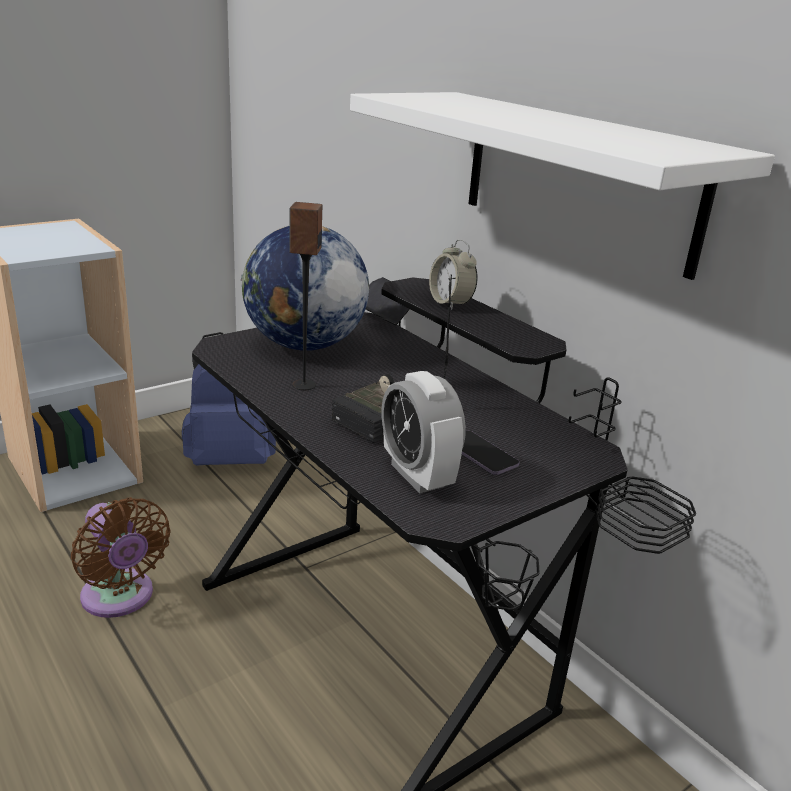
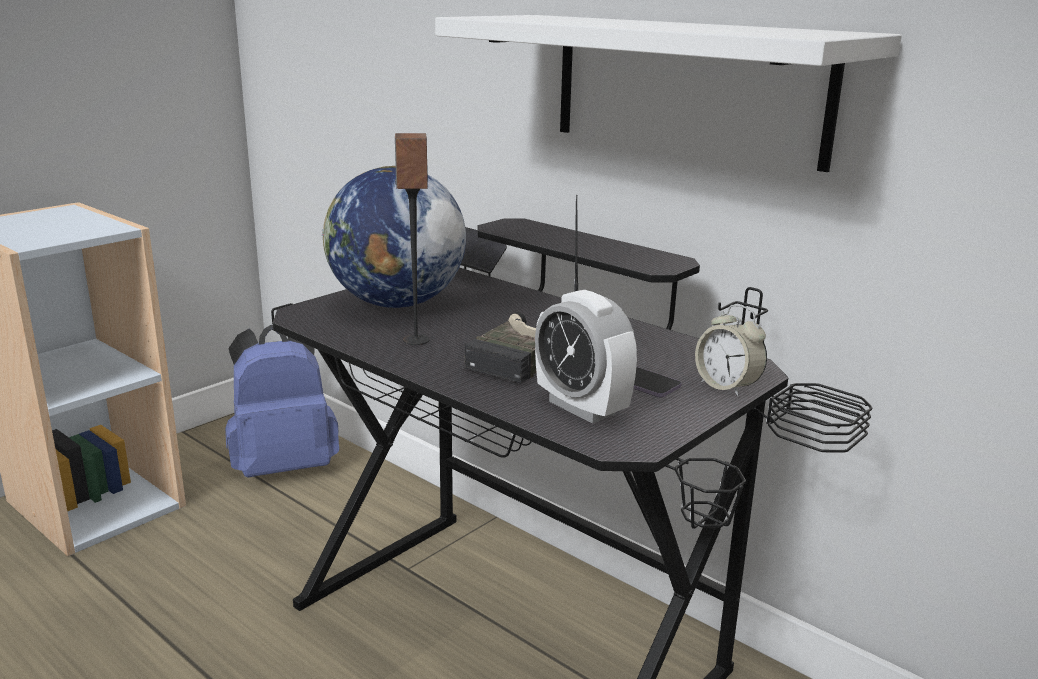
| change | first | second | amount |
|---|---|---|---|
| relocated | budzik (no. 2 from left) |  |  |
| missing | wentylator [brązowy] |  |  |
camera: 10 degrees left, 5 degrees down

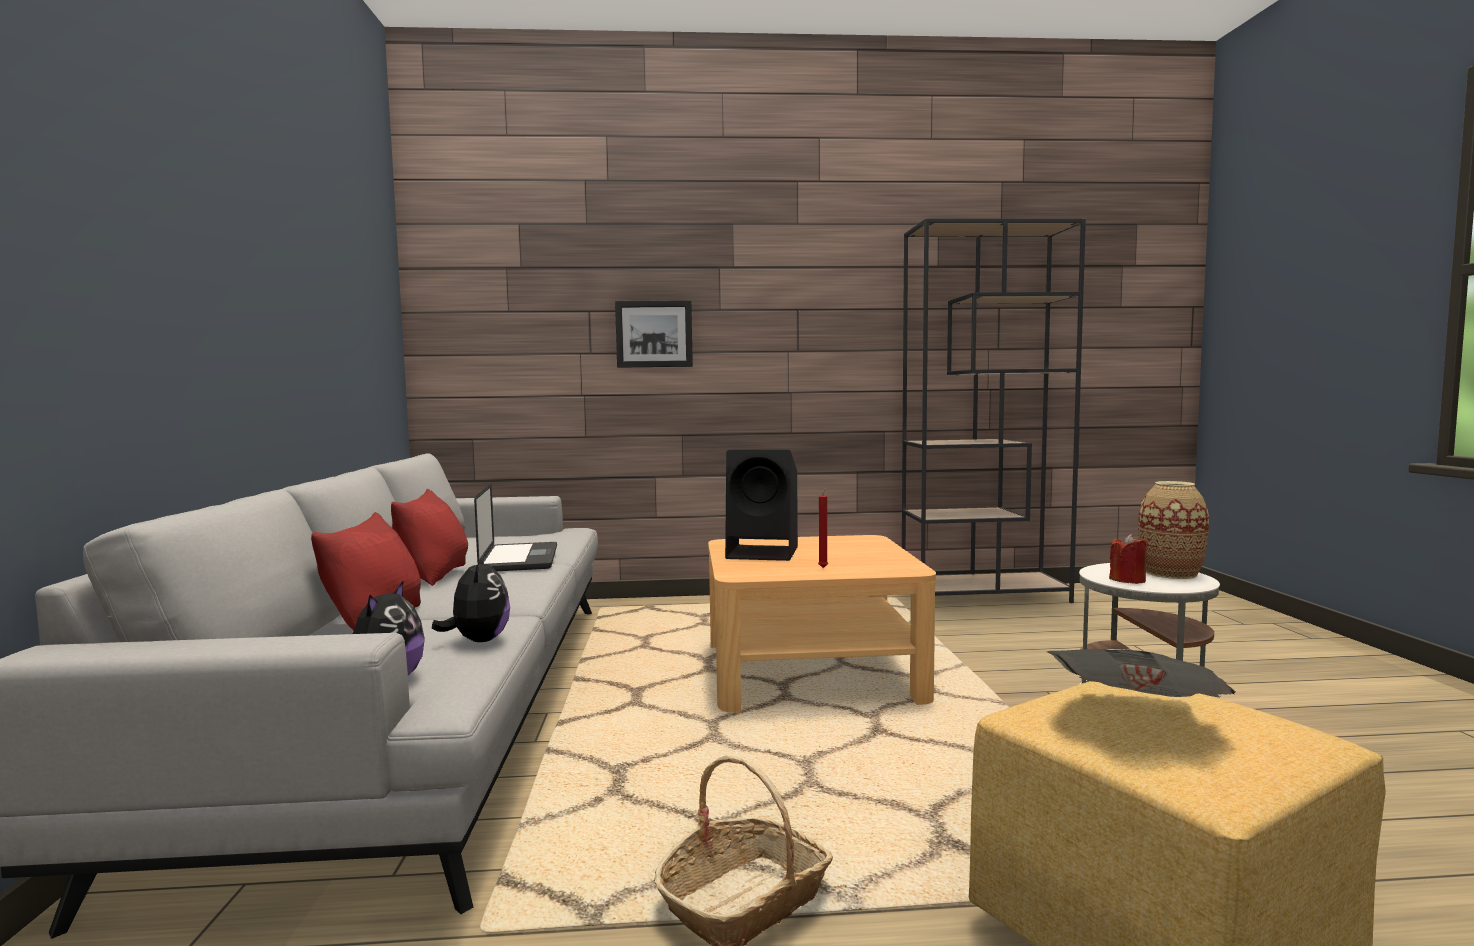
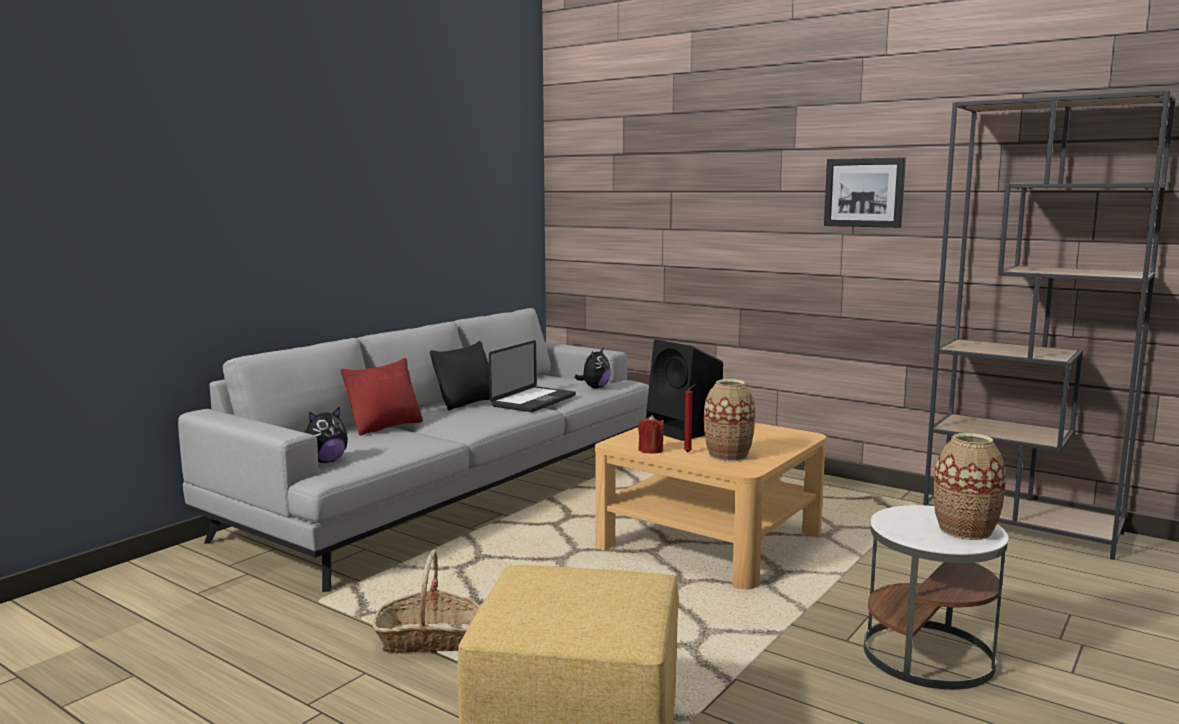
| change | first | second | amount |
|---|---|---|---|
| relocated | obraz |  |  |
| colour | poduszka [czerwony] (no. 2 from left) | poduszka [czarny] |  |
| relocated | świeca [czerwony] (no. 2 from left in the first image) | świeca [czerwony] (no. 1 from left) |  |
| relocated | pluszak (no. 2 from left) |  |  |
| missing | gazeta |  |  |
| appeared |  | wazon (no. 1 from left) |  |
camera: 40 degrees right, 5 degrees up

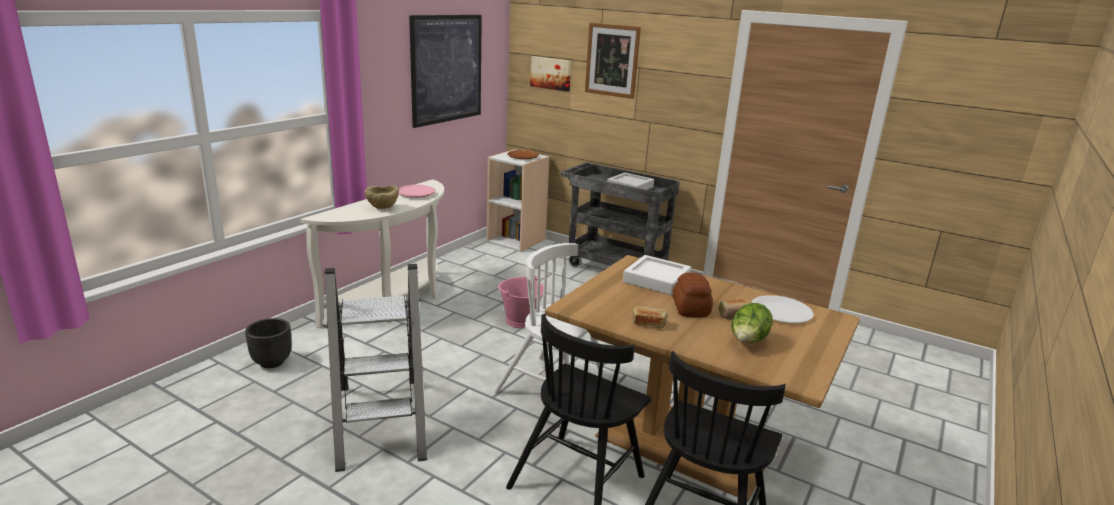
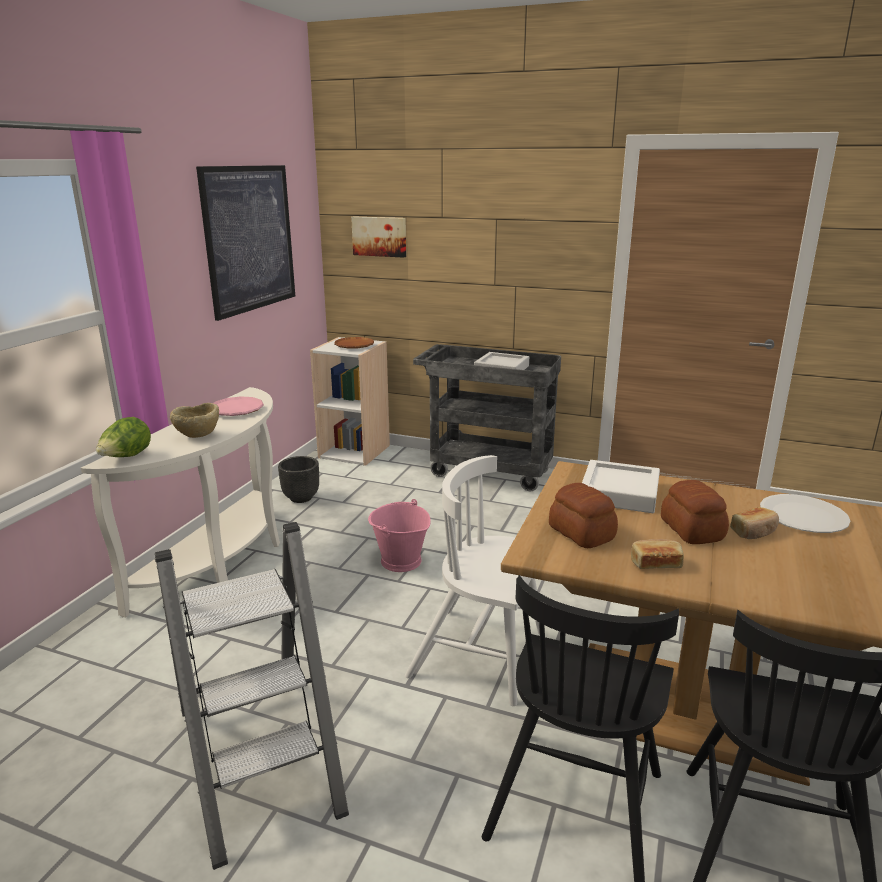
| change | first | second | amount |
|---|---|---|---|
| missing | obraz (no. 3 from left) |  |  |
| relocated | sałata |  |  |
| relocated | donica [czarny] |  |  |
| appeared |  | chleb (no. 1 from left) |  |
camera: 10 degrees left, 0 degrees up

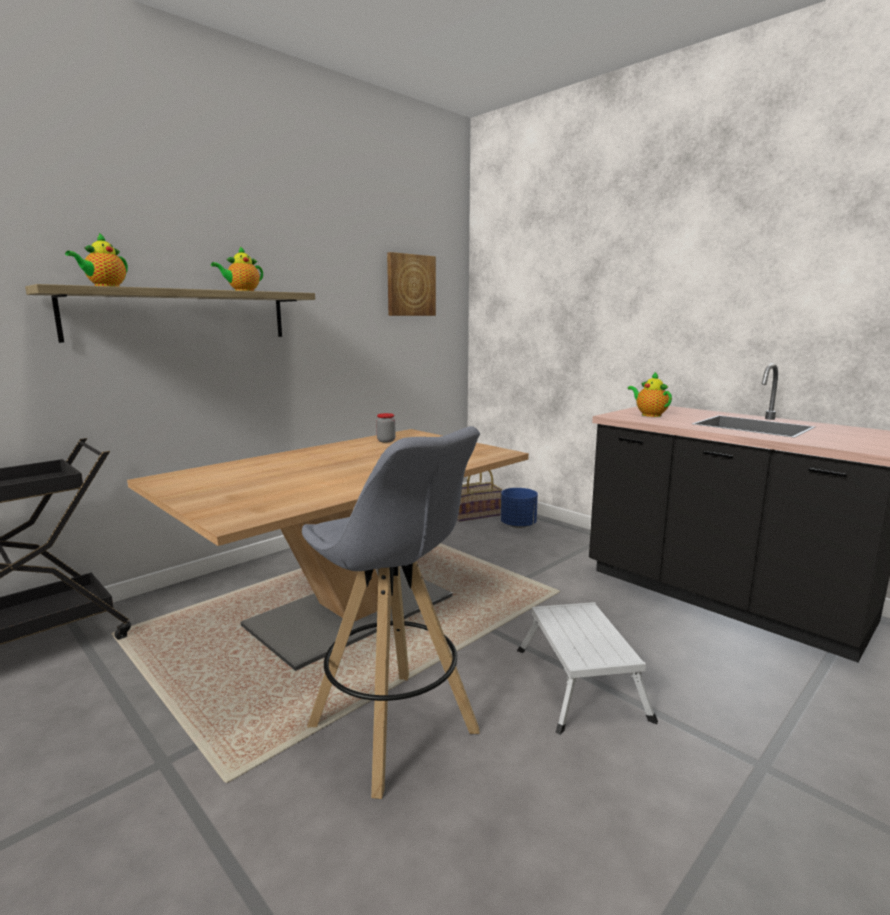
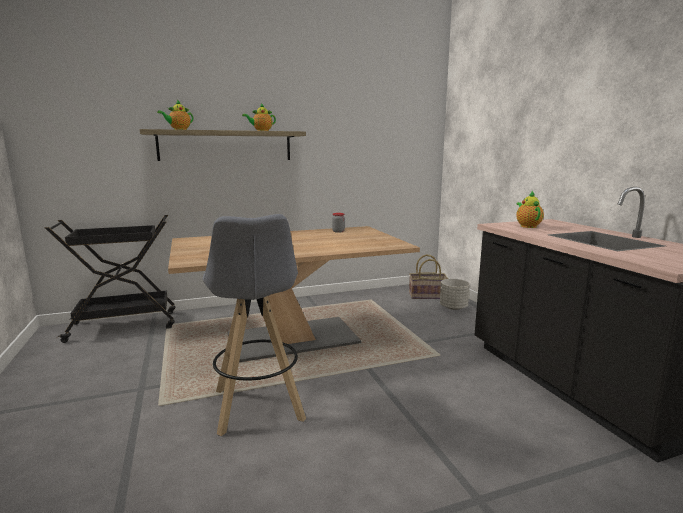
| change | first | second | amount |
|---|---|---|---|
| missing | obraz |  |  |
| colour | donica [niebieski] | donica [szary] |  |
| missing | drabinka [biały] |  |  |
camera: 25 degrees right, 0 degrees up

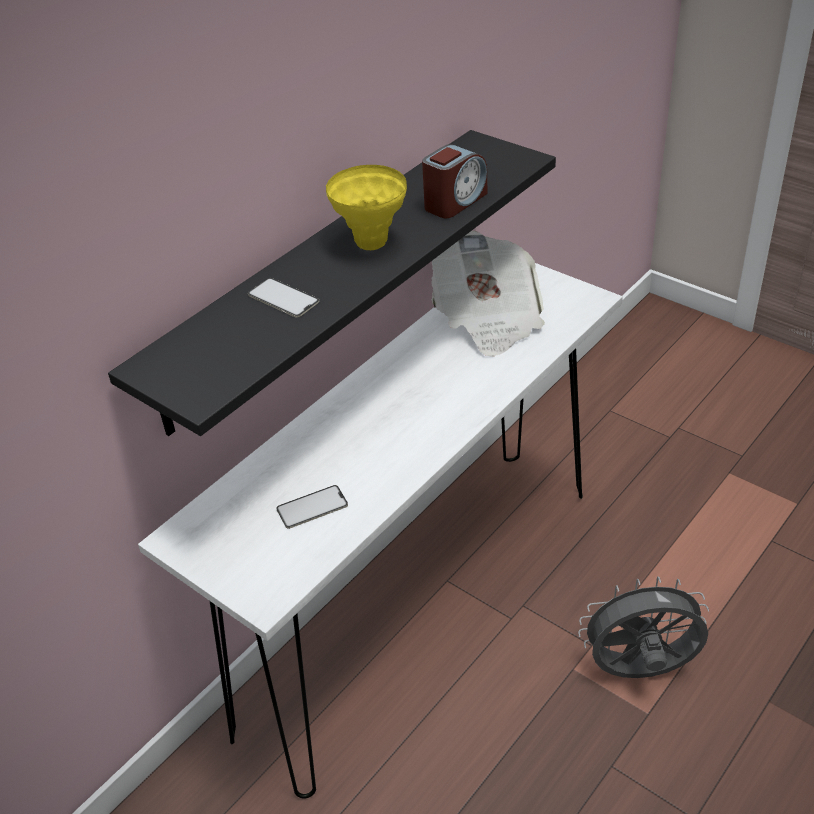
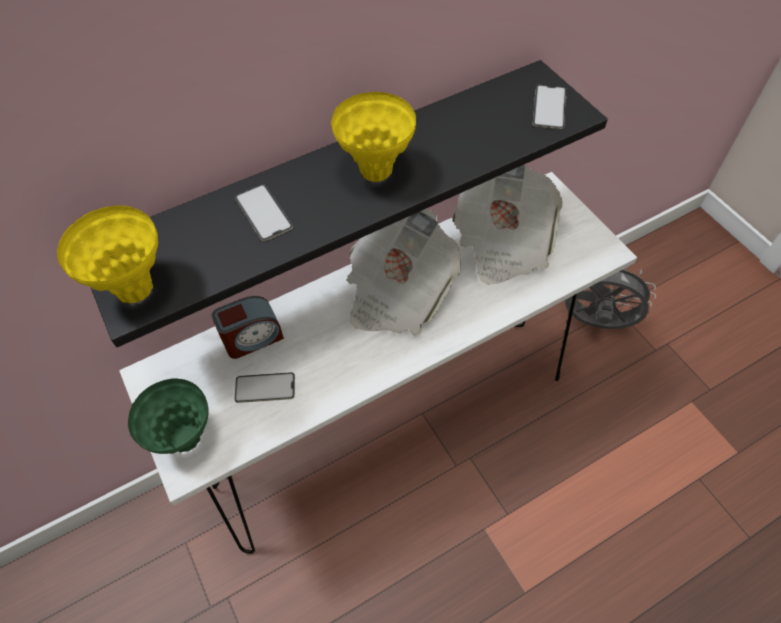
| change | first | second | amount |
|---|---|---|---|
| relocated | budzik |  |  |
| relocated | wentylator [szary] |  |  |
| appeared |  | telefon (no. 3 from left) |  |
| appeared |  | wazon [żółty] (no. 1 from left) |  |
| appeared |  | gazeta (no. 1 from left) |  |
| appeared |  | wazon [zielony] |  |
camera: 20 degrees right, 15 degrees up

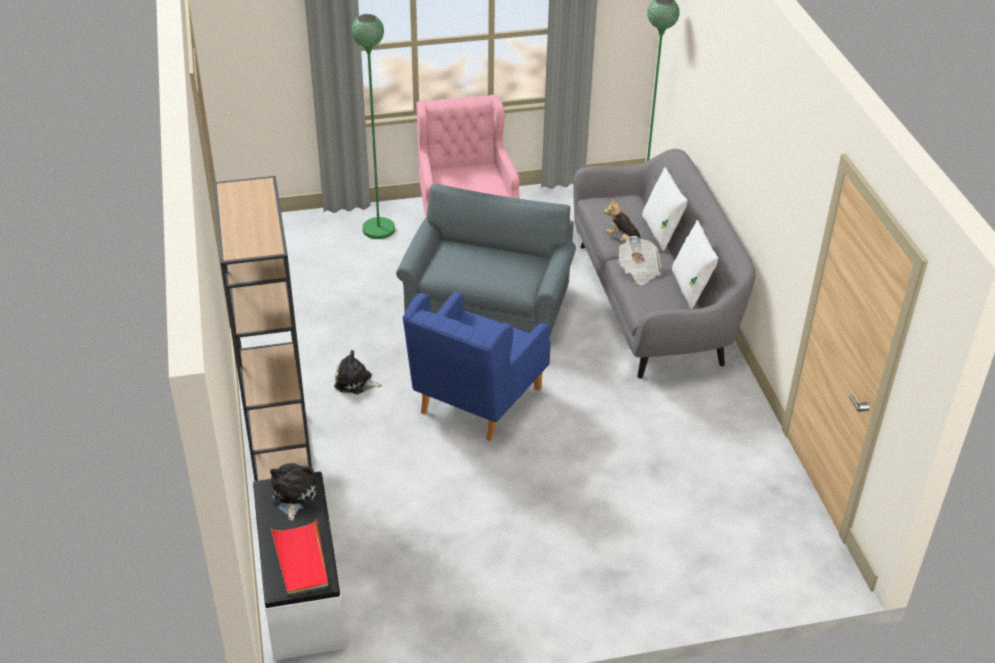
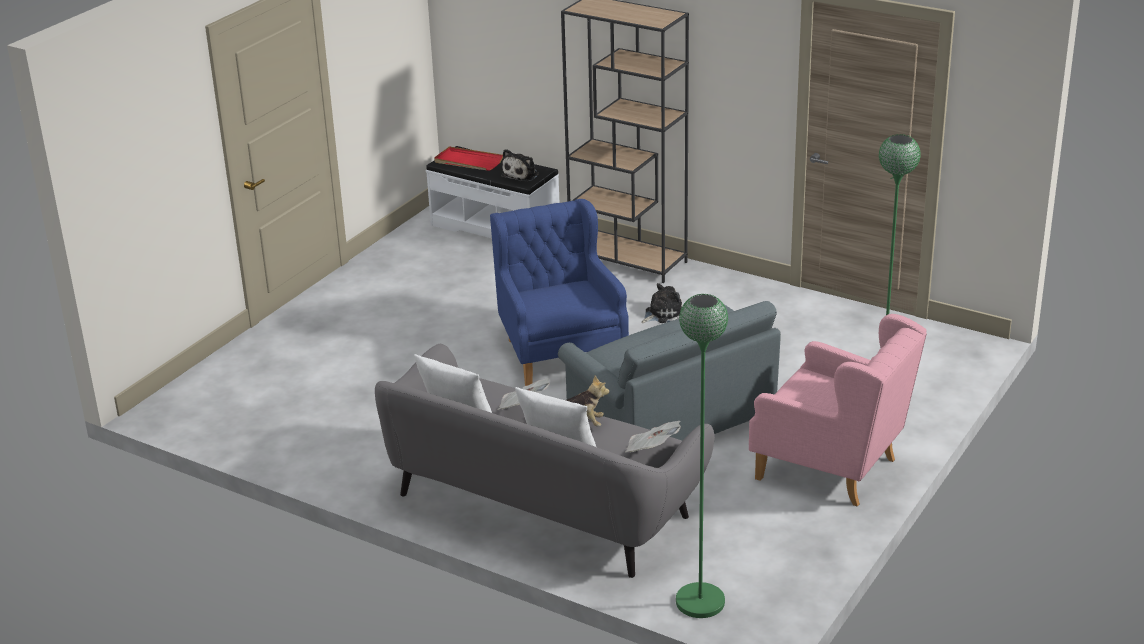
| change | first | second | amount |
|---|---|---|---|
| spun | pluszak (no. 1 from left) |  | 75 degrees clockwise |
| appeared |  | gazeta (no. 2 from left) |  |
camera: 135 degrees right, 10 degrees down

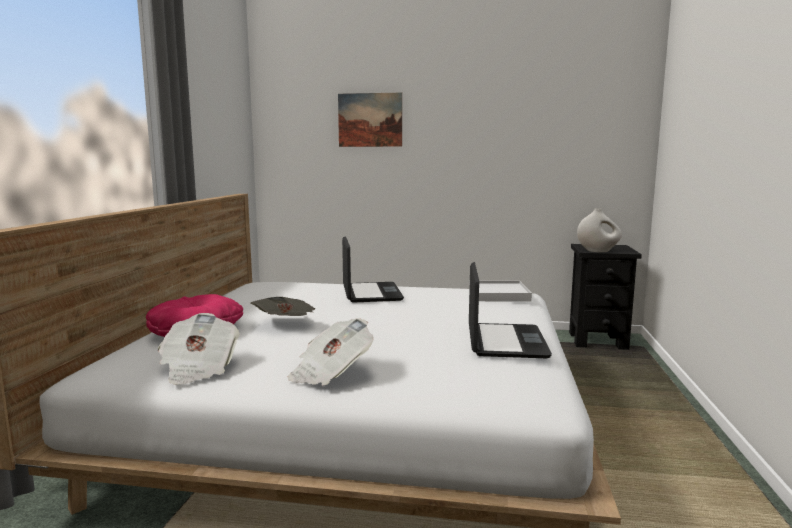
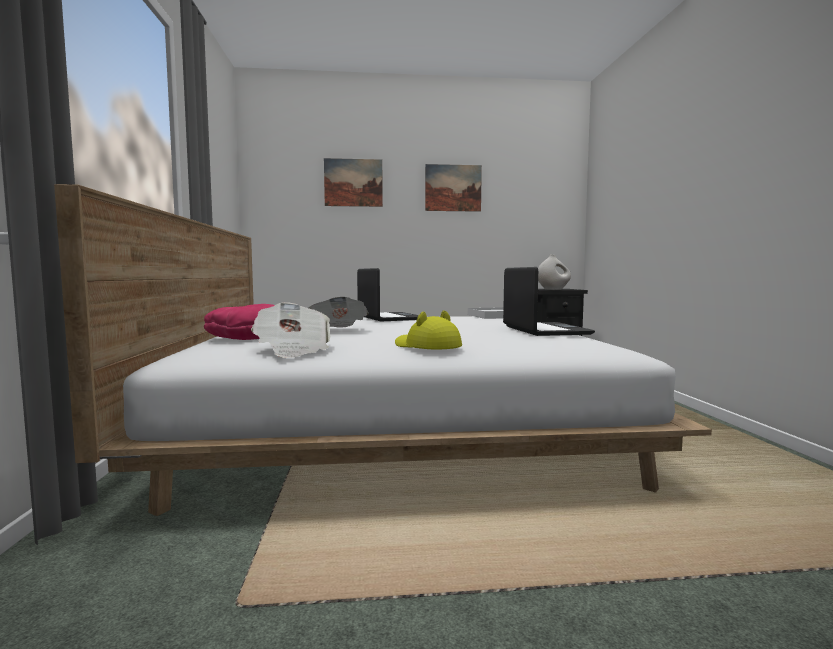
| change | first | second | amount |
|---|---|---|---|
| exchanged | gazeta (no. 3 from left) | kapelusz [żółty] |  |
| appeared |  | obraz (no. 2 from left) |  |
camera: 15 degrees left, 5 degrees down

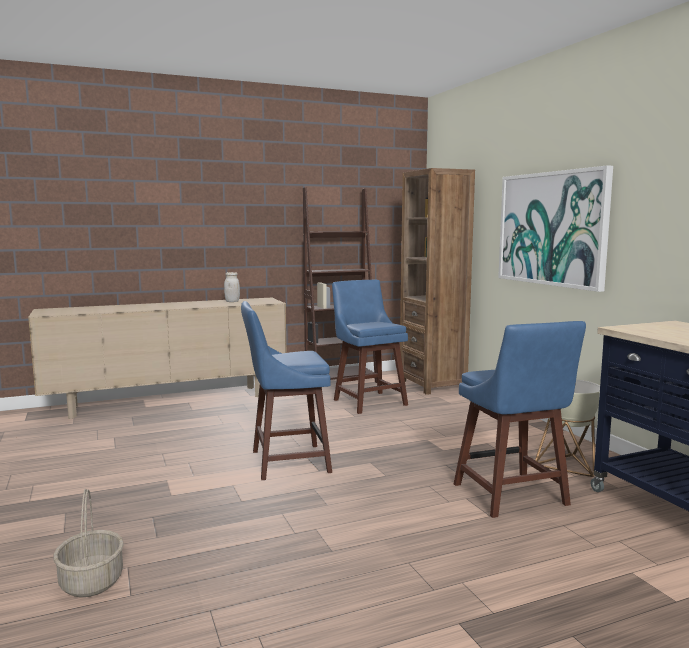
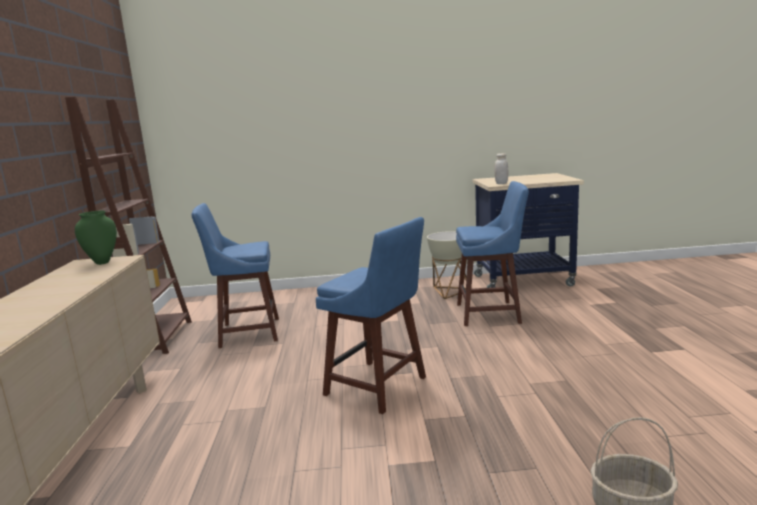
| change | first | second | amount |
|---|---|---|---|
| missing | obraz |  |  |
| missing | regał [brązowy] (no. 2 from left) |  |  |
| relocated | słoik [biały] |  |  |
| spun | krzesło [niebieski] (no. 1 from left in the first image) | krzesło [niebieski] (no. 2 from left) | 60 degrees counterclockwise |
| appeared |  | wazon [zielony] |  |
camera: 70 degrees left, 5 degrees up

